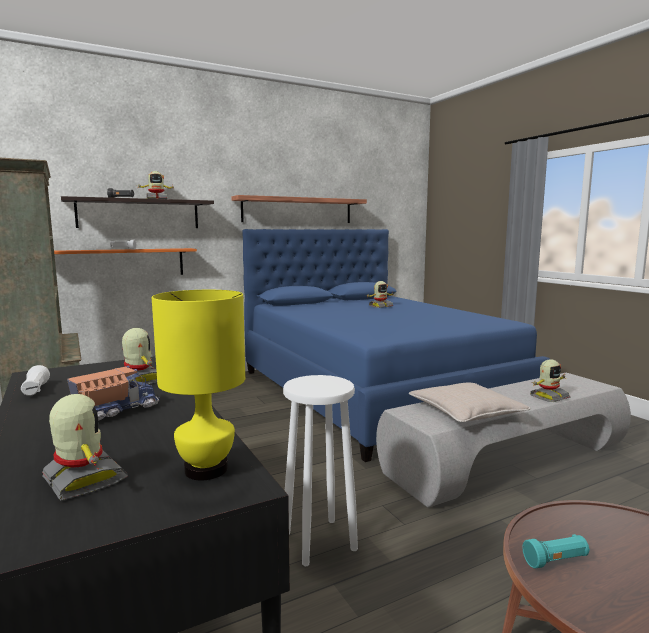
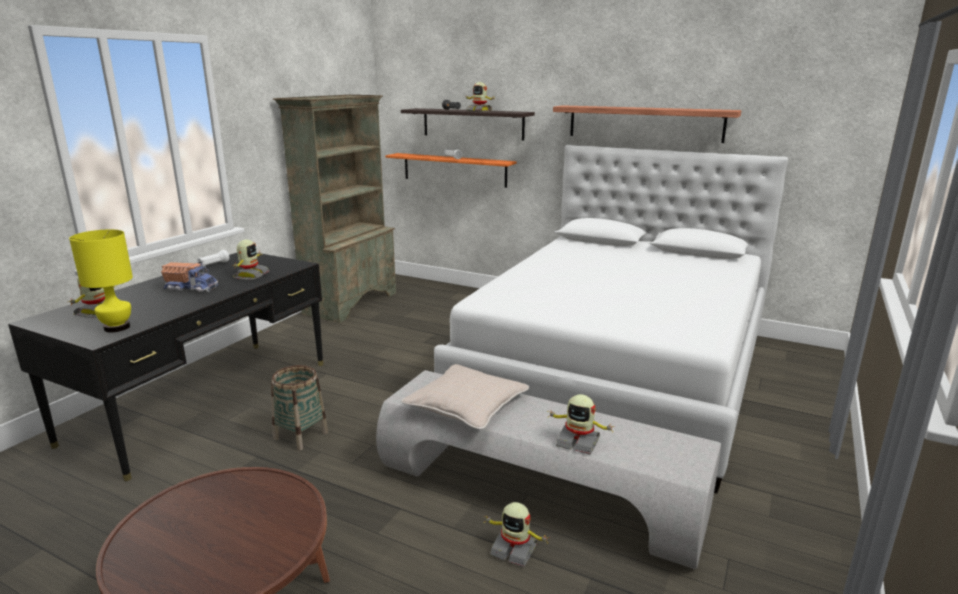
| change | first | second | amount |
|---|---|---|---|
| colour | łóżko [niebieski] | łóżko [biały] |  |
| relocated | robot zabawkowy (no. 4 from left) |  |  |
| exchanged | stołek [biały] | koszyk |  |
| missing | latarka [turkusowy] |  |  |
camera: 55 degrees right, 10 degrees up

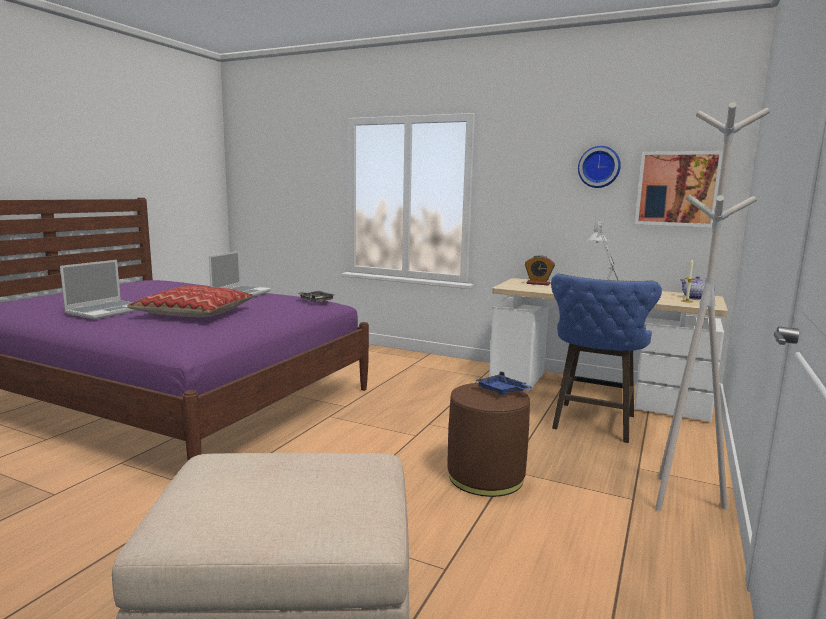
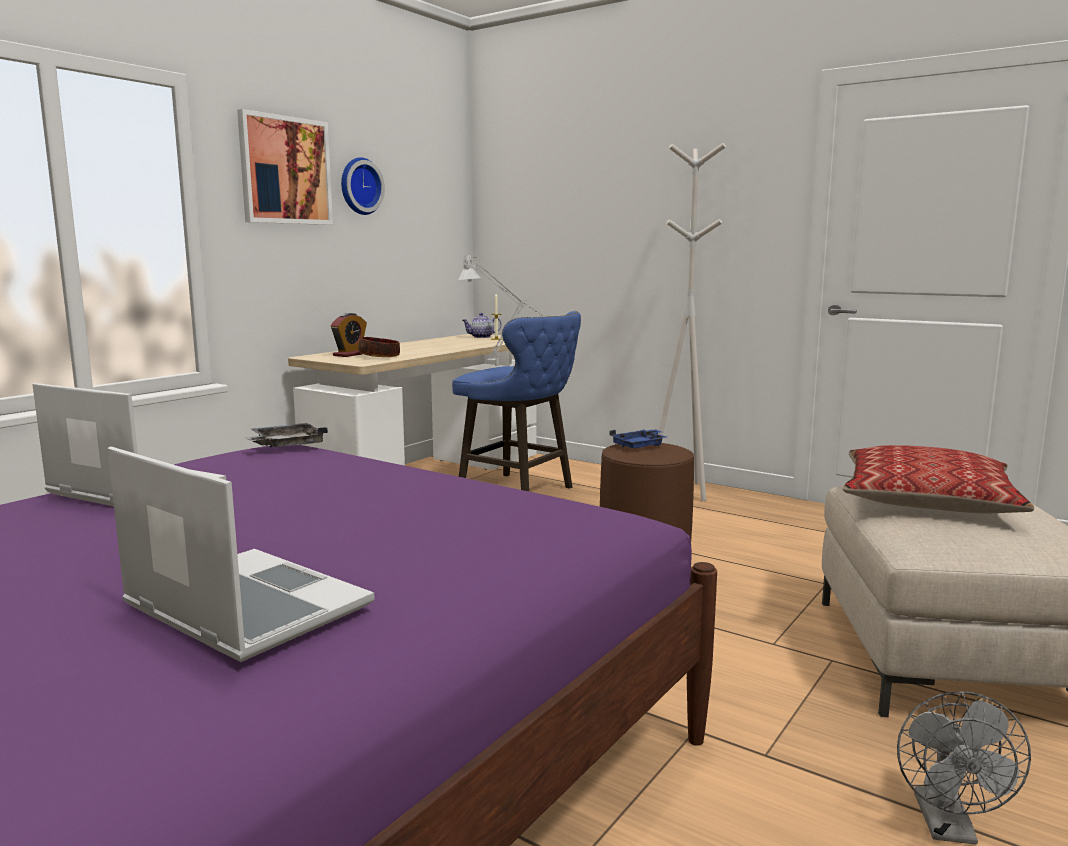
| change | first | second | amount |
|---|---|---|---|
| relocated | obraz |  |  |
| relocated | poduszka |  |  |
| appeared |  | miska |  |
| appeared |  | wentylator [szary] |  |
camera: 80 degrees left, 0 degrees up

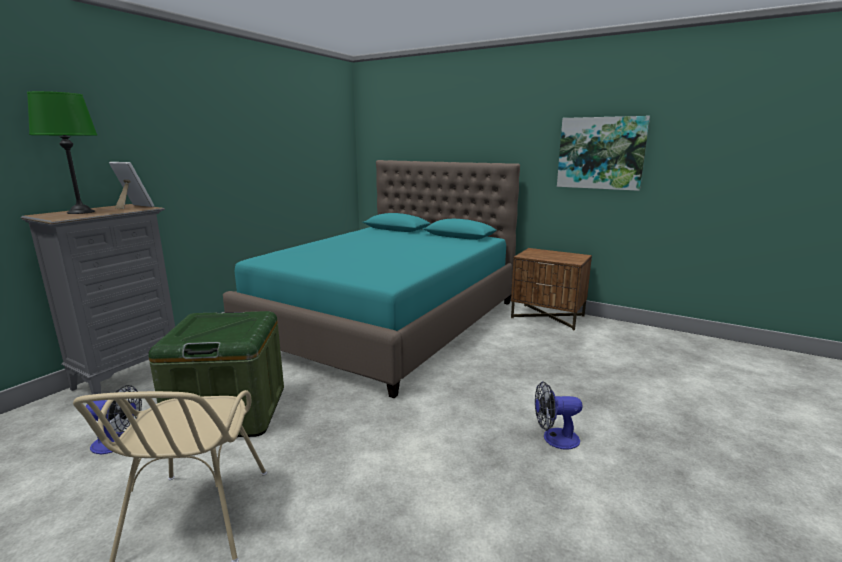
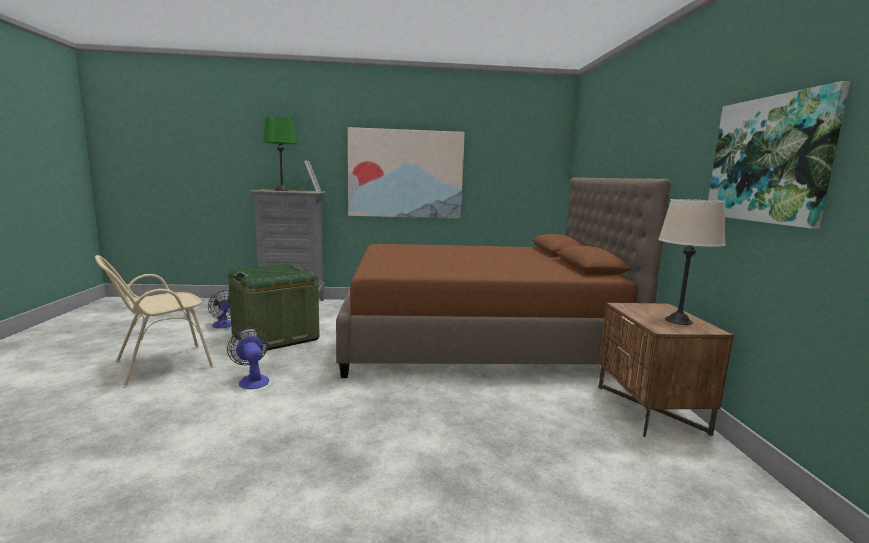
| change | first | second | amount |
|---|---|---|---|
| colour | łóżko [turkusowy] | łóżko [brązowy] |  |
| relocated | wentylator (no. 2 from left) |  |  |
| appeared |  | obraz (no. 1 from left) |  |
| appeared |  | lampa stołowa [beżowy] |  |
camera: 55 degrees right, 5 degrees down

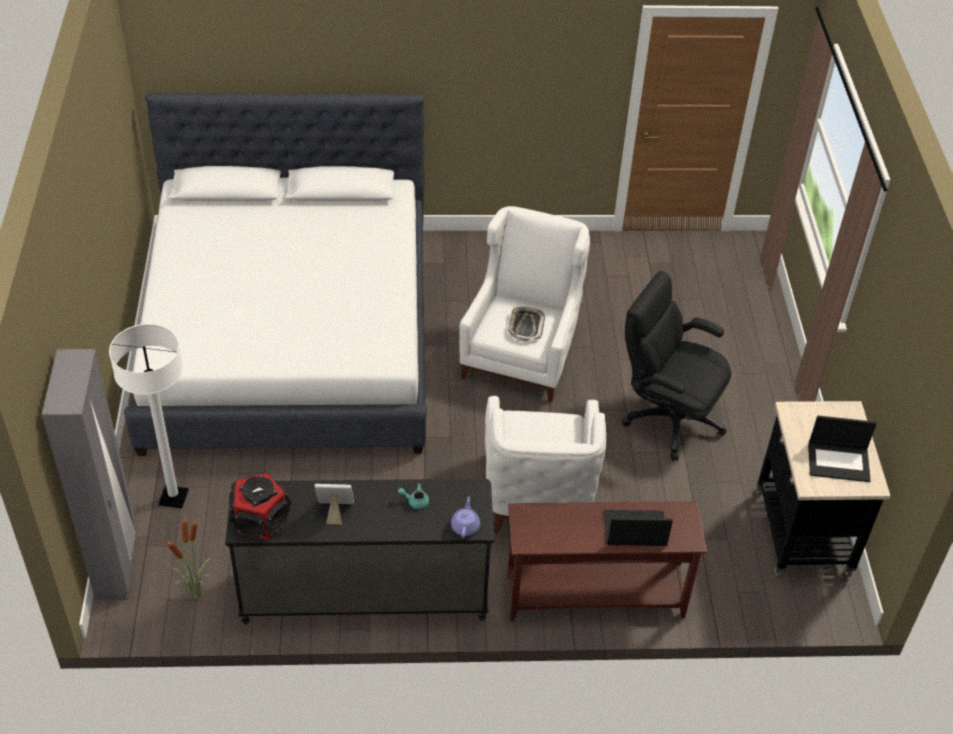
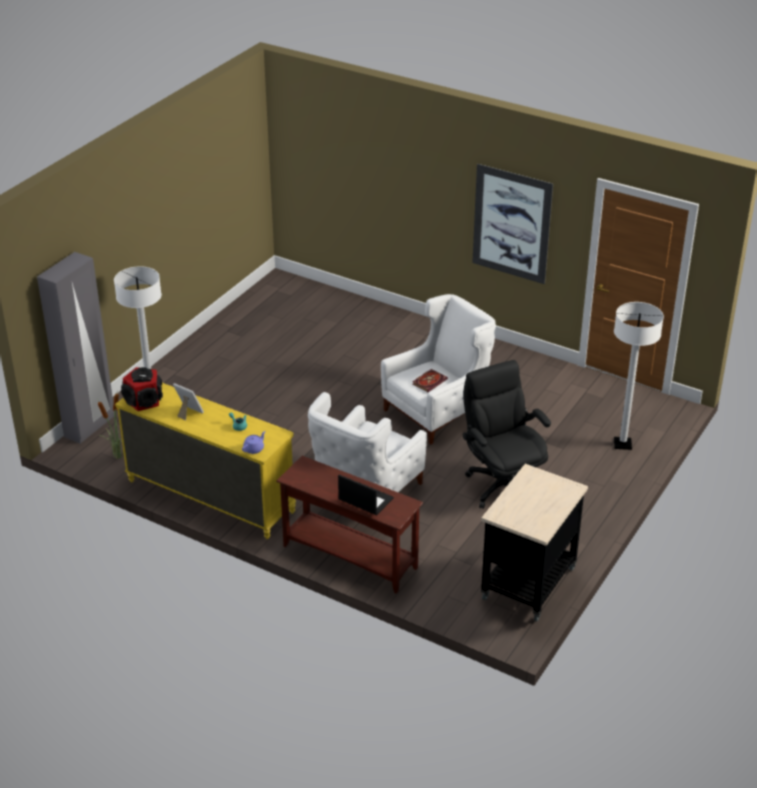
| change | first | second | amount |
|---|---|---|---|
| missing | łóżko [biały] |  |  |
| exchanged | taca | książka |  |
| missing | laptop (no. 2 from left) |  |  |
| colour | komoda [czarny] | komoda [żółty] |  |
| appeared |  | obraz |  |
| appeared |  | lampa stojąca [biały] (no. 2 from left) |  |
camera: 35 degrees right, 10 degrees down

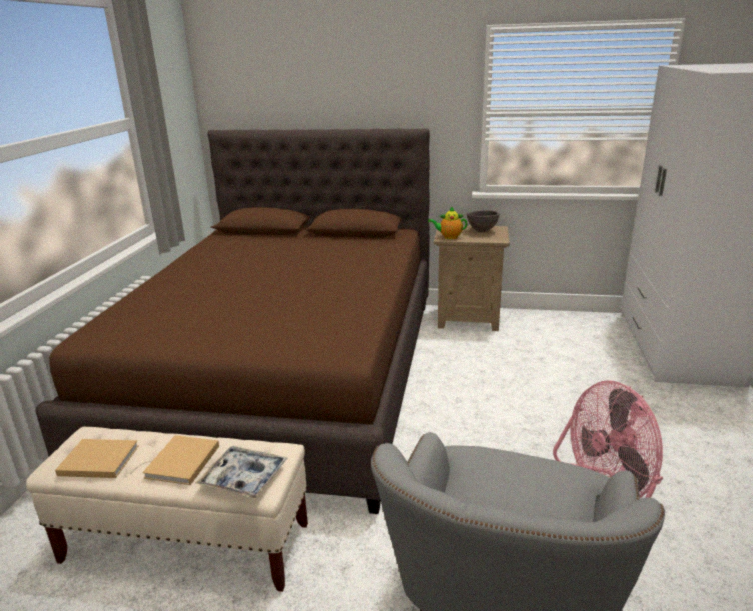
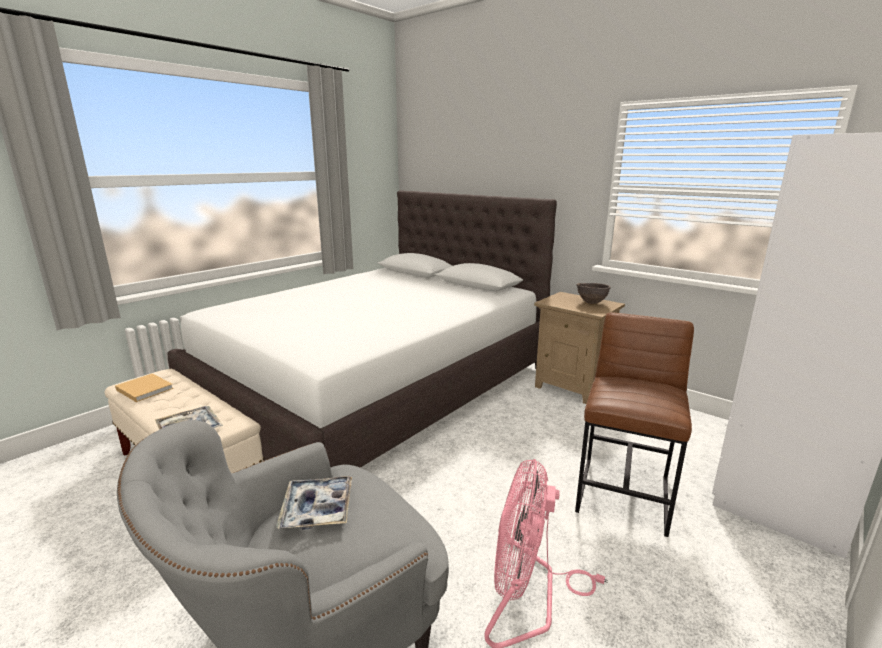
| change | first | second | amount |
|---|---|---|---|
| colour | łóżko [brązowy] | łóżko [biały] |  |
| missing | imbryk |  |  |
| missing | książka [beżowy] (no. 2 from left) |  |  |
| appeared |  | krzesło [brązowy] |  |
| appeared |  | taca (no. 2 from left) |  |
camera: 30 degrees right, 5 degrees down

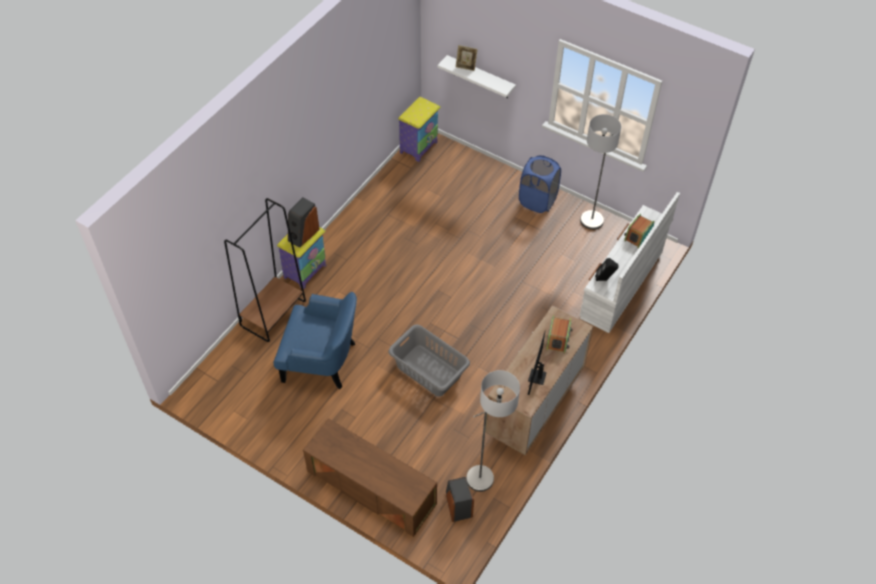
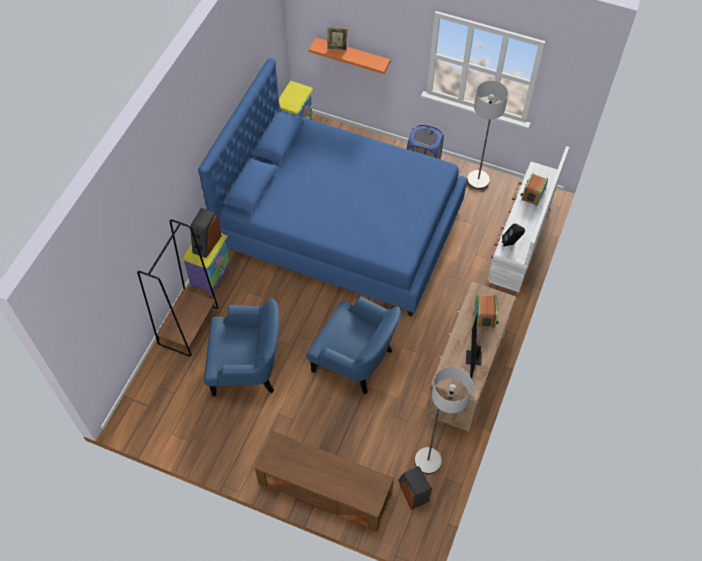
| change | first | second | amount |
|---|---|---|---|
| colour | półka [biały] | półka [pomarańczowy] |  |
| exchanged | kosz na pranie [szary] | fotel [niebieski] (no. 2 from left) |  |
| appeared |  | łóżko [niebieski] |  |
camera: 10 degrees left, 5 degrees up

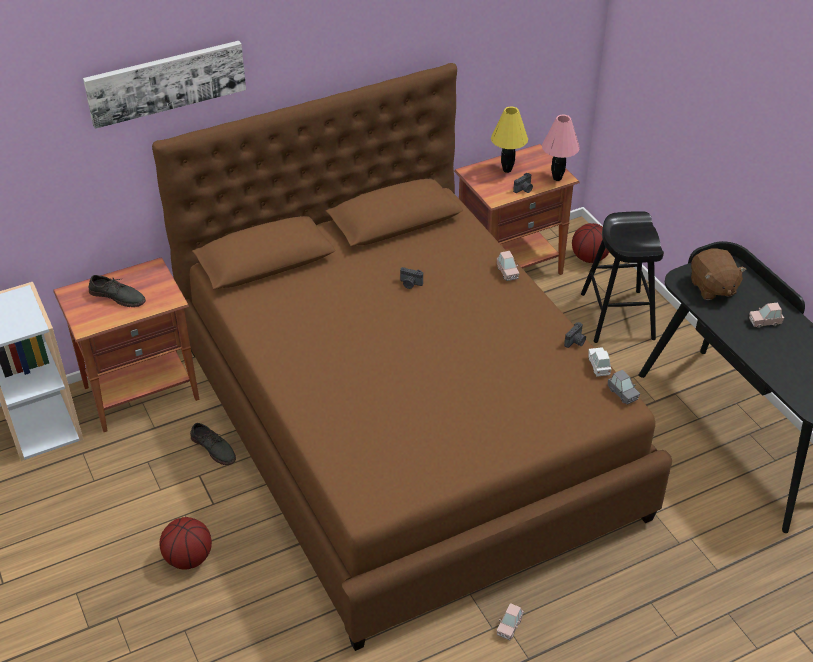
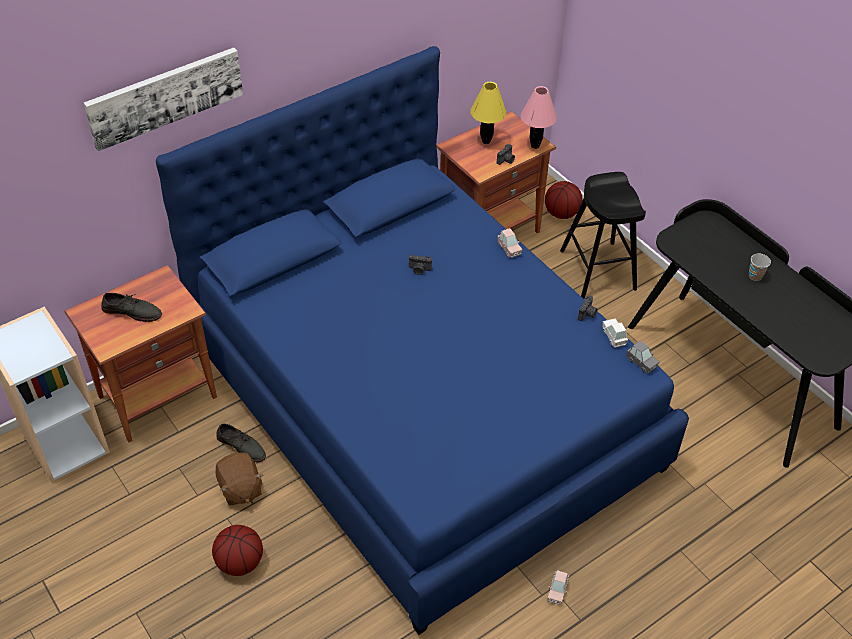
| change | first | second | amount |
|---|---|---|---|
| colour | łóżko [brązowy] | łóżko [niebieski] |  |
| relocated | pluszak [brązowy] |  |  |
| exchanged | samochodzik [różowy] (no. 3 from left) | filiżanka |  |
camera: 10 degrees left, 5 degrees up

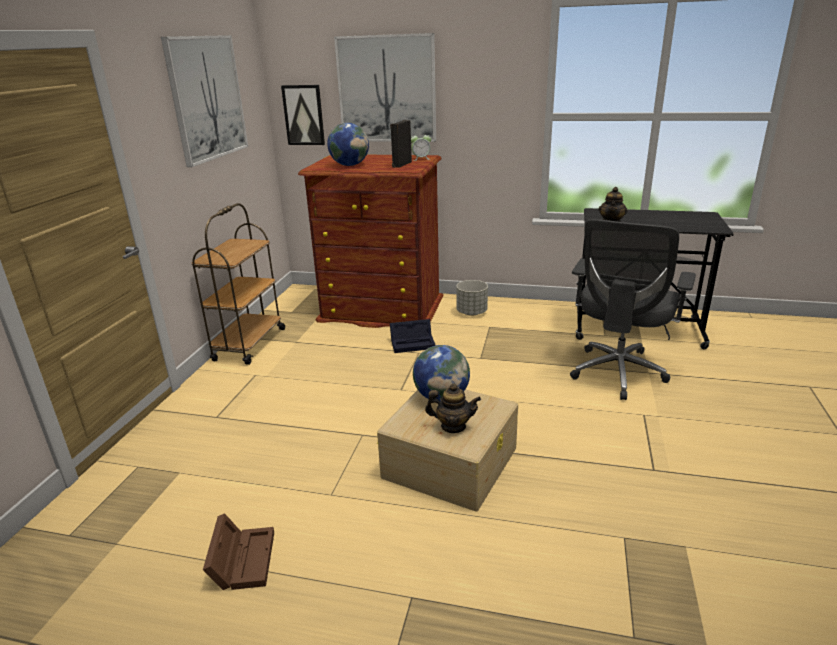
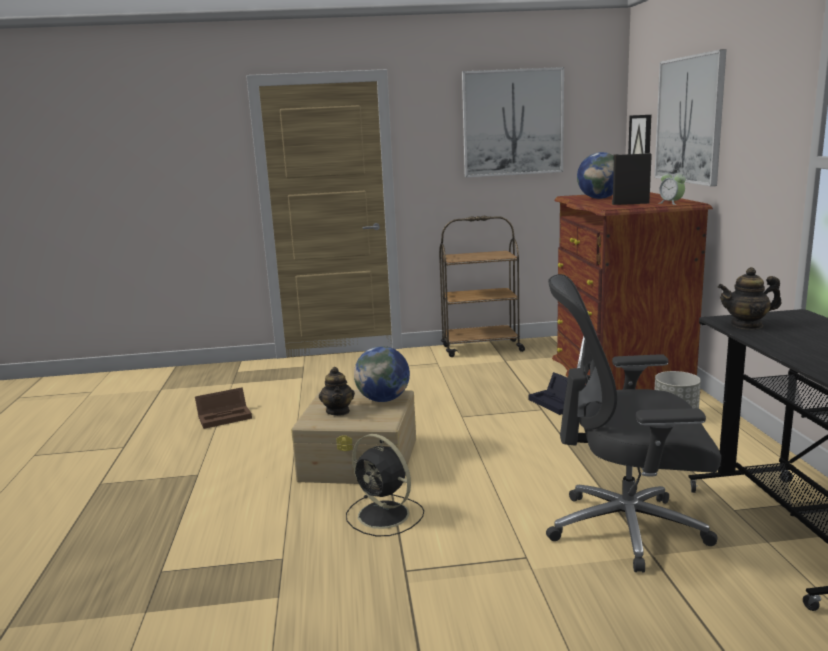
| change | first | second | amount |
|---|---|---|---|
| appeared |  | wentylator [czarny] |  |
camera: 70 degrees right, 10 degrees down

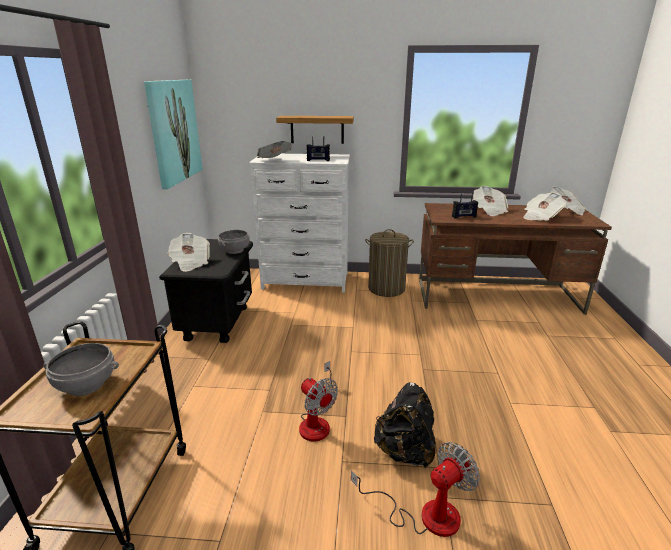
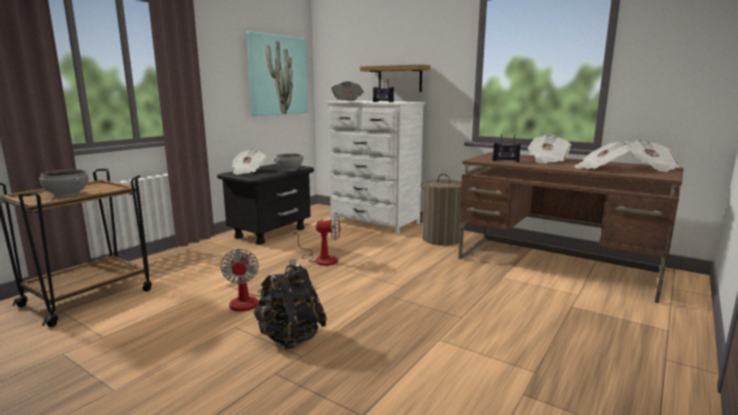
| change | first | second | amount |
|---|---|---|---|
| relocated | wentylator (no. 2 from left) |  |  |
camera: 30 degrees right, 10 degrees down

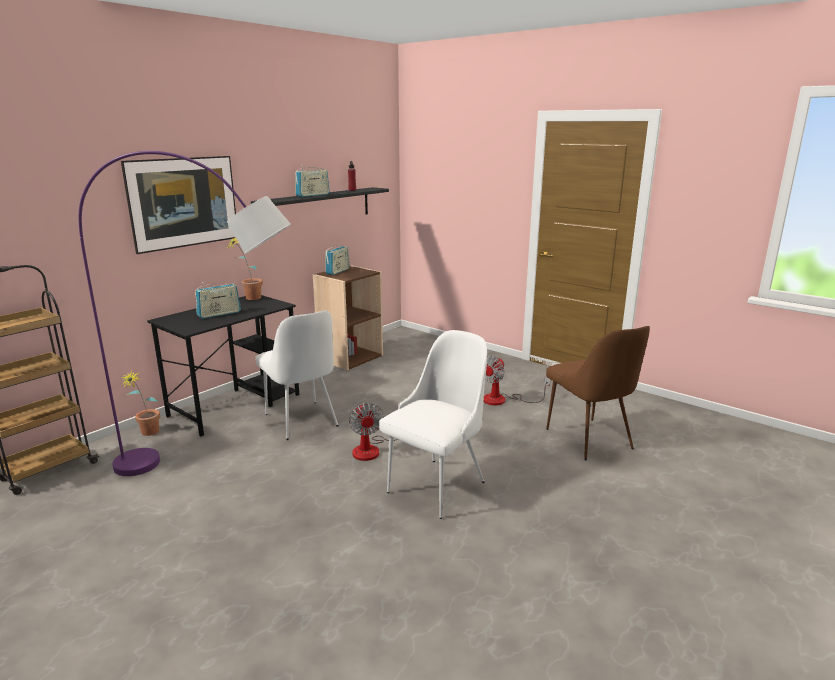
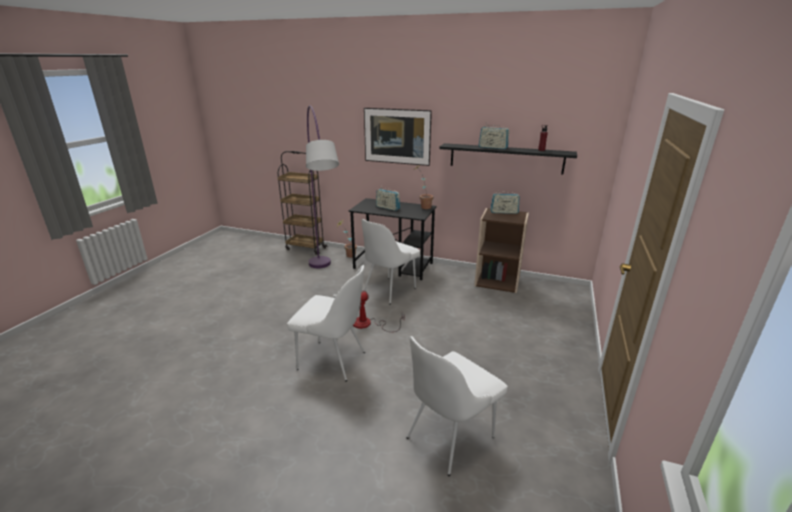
| change | first | second | amount |
|---|---|---|---|
| colour | krzesło [brązowy] | krzesło [biały] (no. 3 from left) |  |
| missing | wentylator (no. 2 from left) |  |  |
camera: 70 degrees right, 5 degrees up

